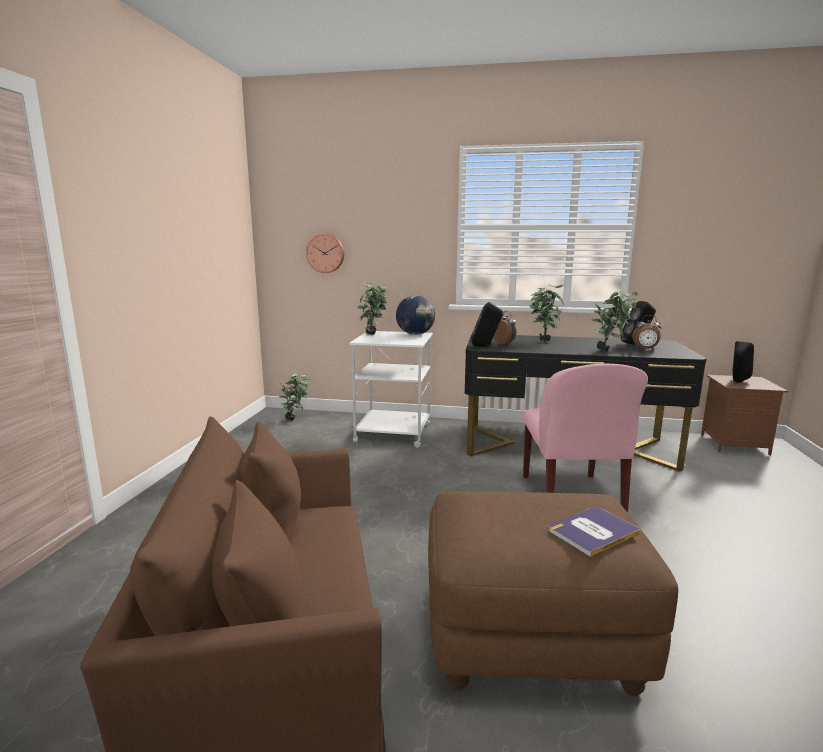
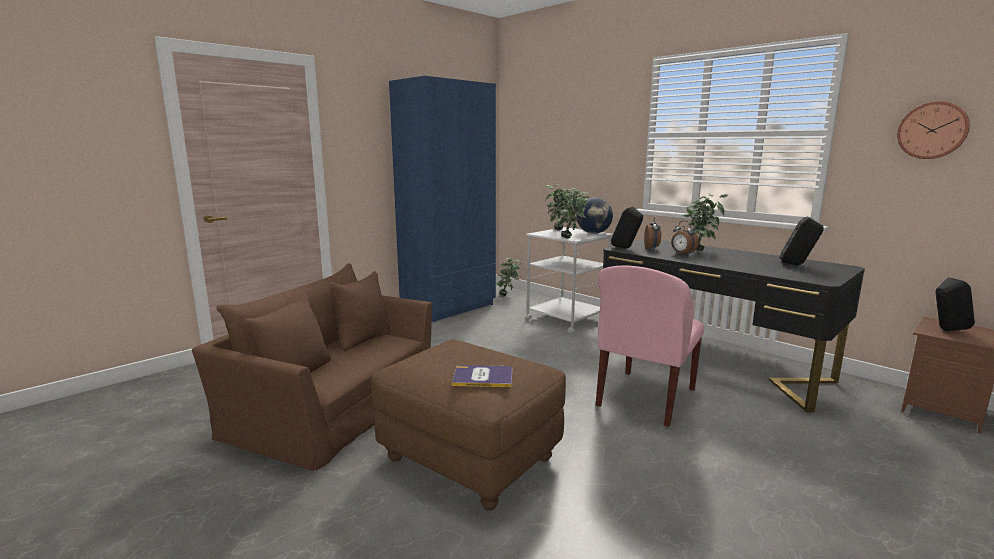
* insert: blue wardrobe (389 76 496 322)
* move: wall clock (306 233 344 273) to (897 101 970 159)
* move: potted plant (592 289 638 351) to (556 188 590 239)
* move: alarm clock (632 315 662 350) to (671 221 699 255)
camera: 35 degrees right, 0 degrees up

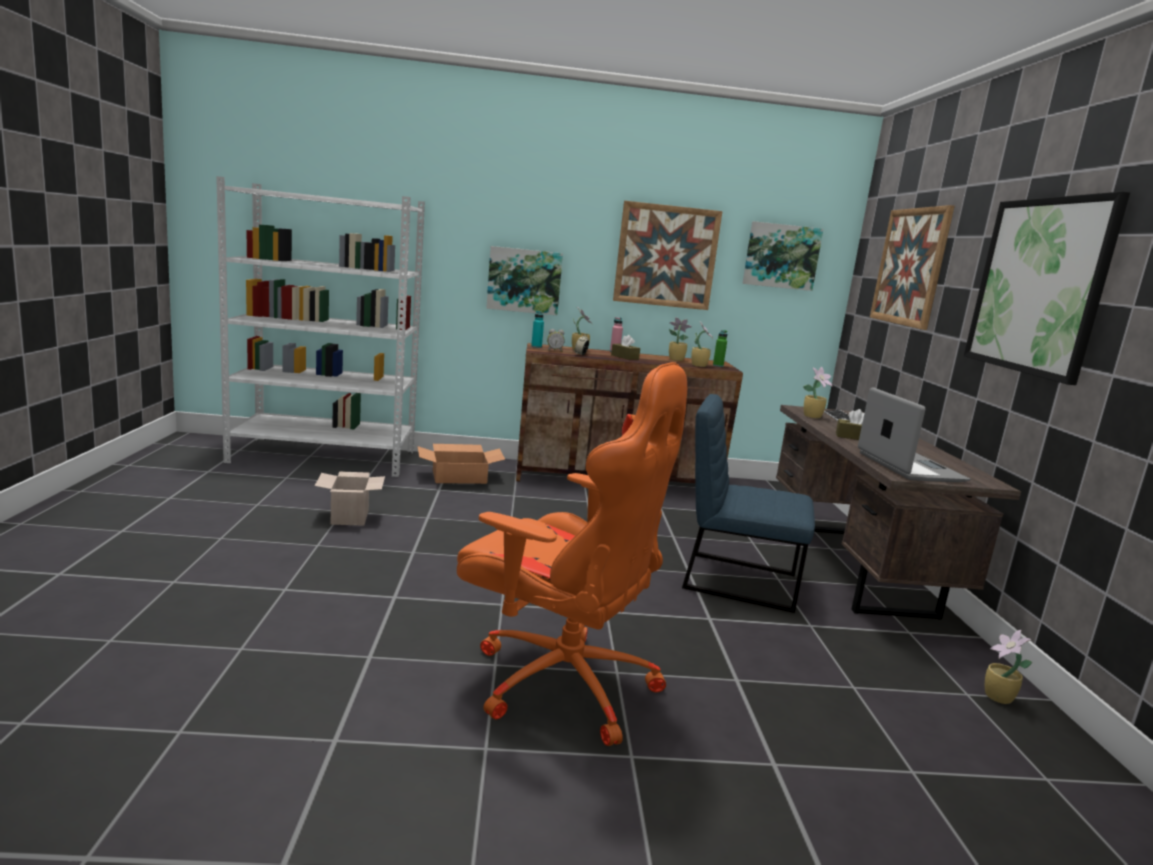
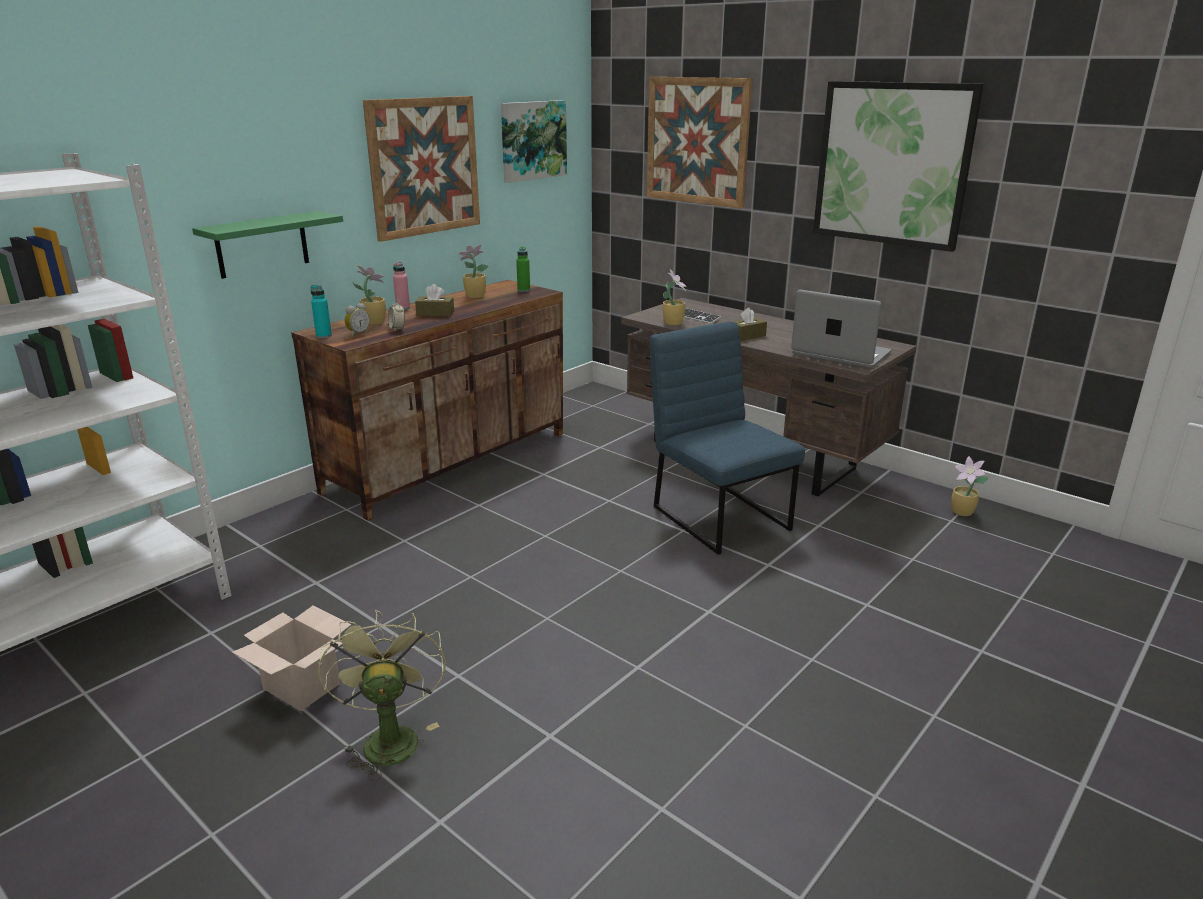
* delete: cardboard box (418 444 505 484)
* delete: orange office chair (457 362 687 746)
* delete: potted plant (691 321 713 367)
* insert: green fan (318 610 446 781)
* replace: picture (486 246 563 315) to green shelf (192 211 343 279)
* rotate: blue chair (682 394 815 613) = (650 321 805 555) 90 degrees clockwise
camera: 45 degrees left, 10 degrees up

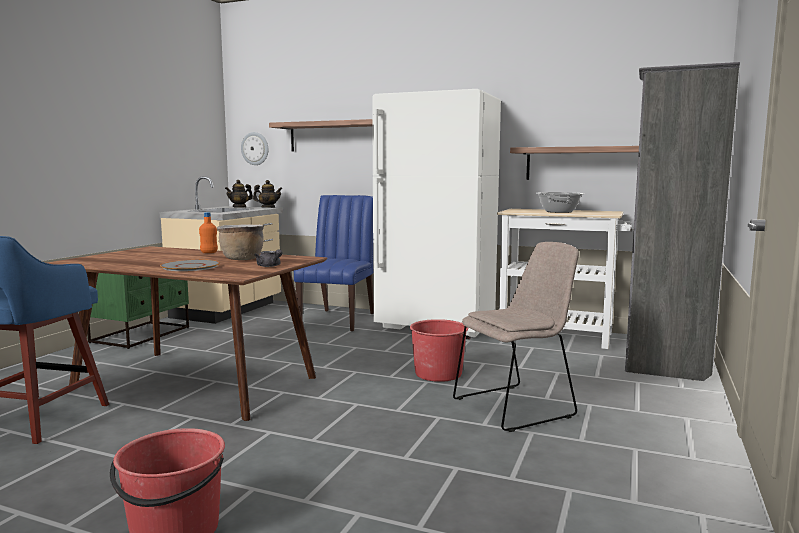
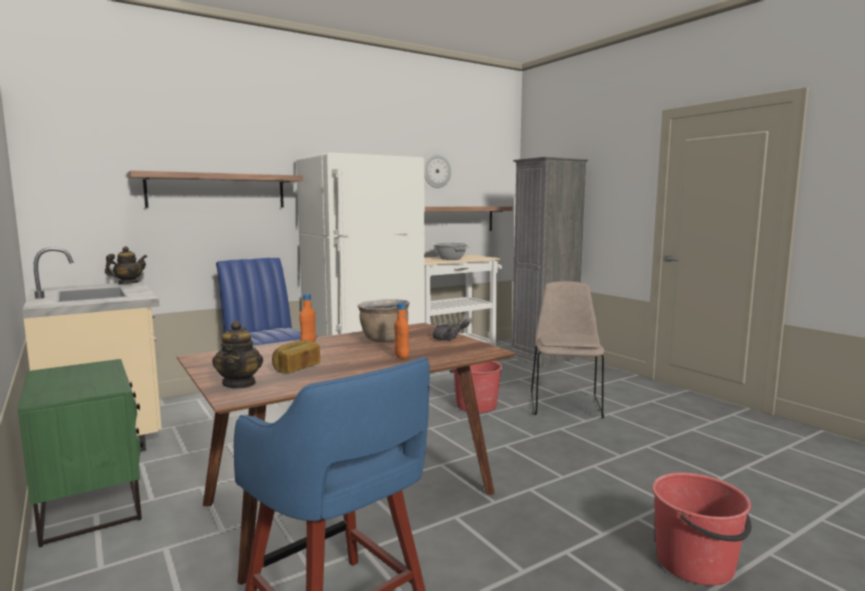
* insert: bread (272 340 320 374)
* move: teapot (225 180 253 208) to (212 321 263 388)
* move: wall clock (241 132 268 165) to (424 155 451 188)
* replace: grey plate (160 260 220 271) to orange bottle (394 303 409 359)
camera: 55 degrees left, 0 degrees up

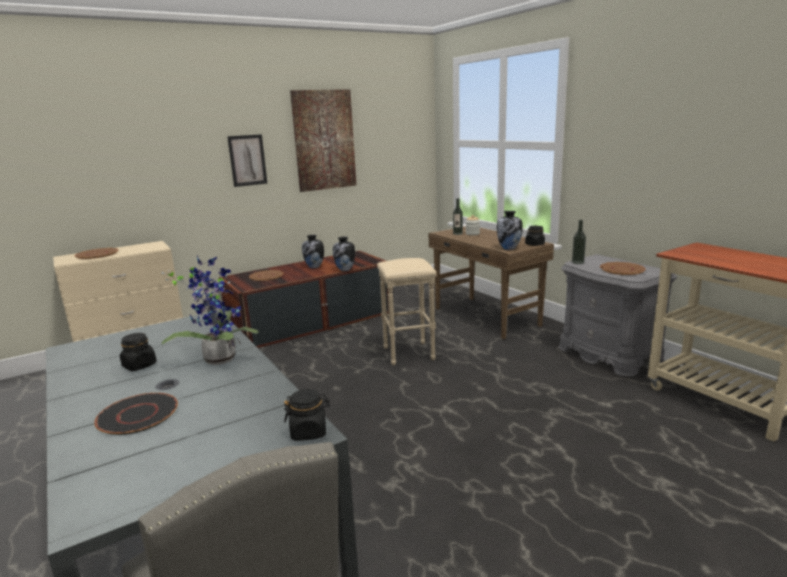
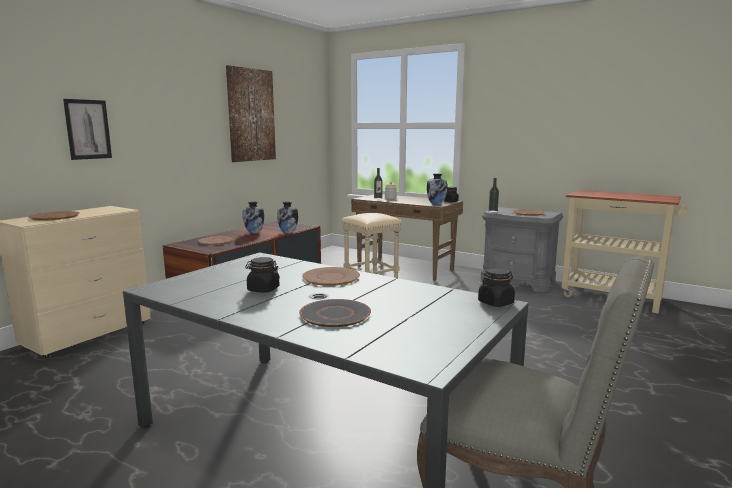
* move: picture (227 134 267 187) to (63 99 112 160)
* replace: potted plant (161 256 259 365) to brown plate (302 267 360 286)
camera: 25 degrees left, 5 degrees down

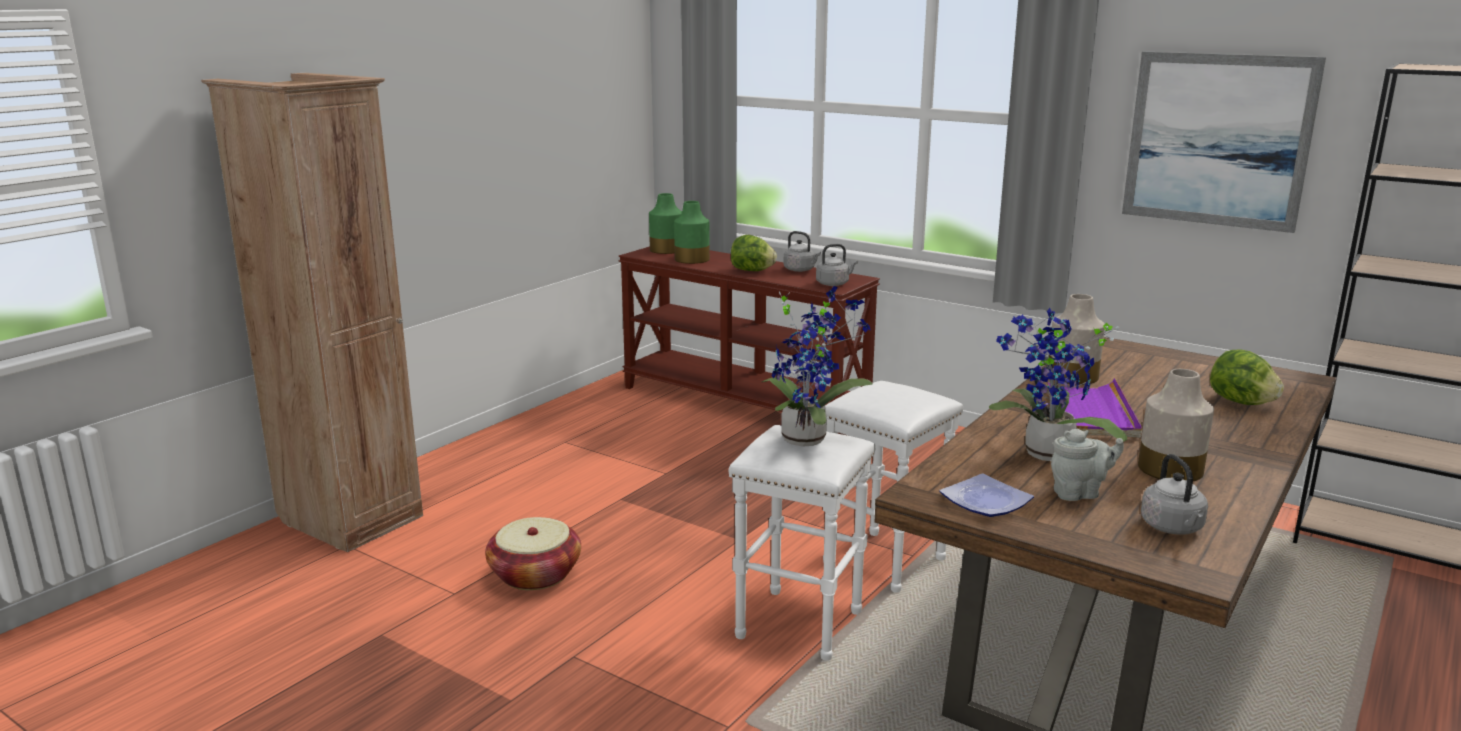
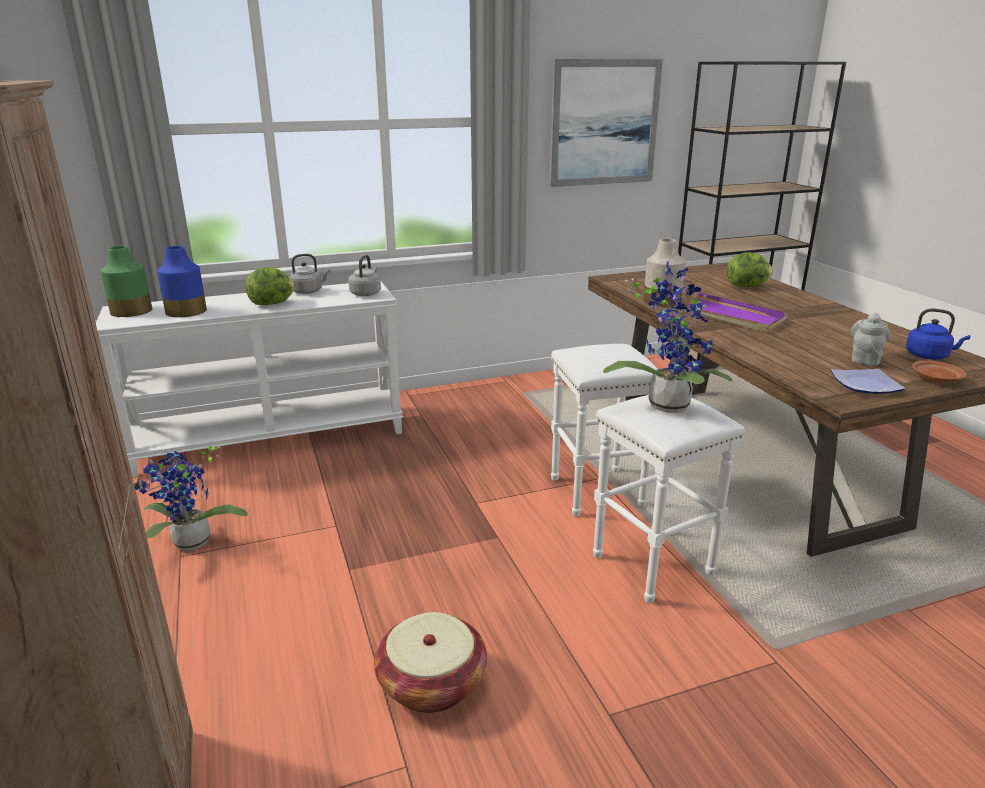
* delete: beige vase (1138 369 1214 481)
* insert: brown plate (912 360 967 383)
* move: potted plant (989 308 1127 461) to (135 446 248 551)
* recolor: brown console table (618 246 880 434) to white console table (96 280 403 477)
* recolor: green vase (674 201 710 264) to blue vase (157 246 207 317)
* recolor: grey kettle (1141 454 1208 535) to blue kettle (906 308 970 359)
camera: 55 degrees left, 5 degrees up

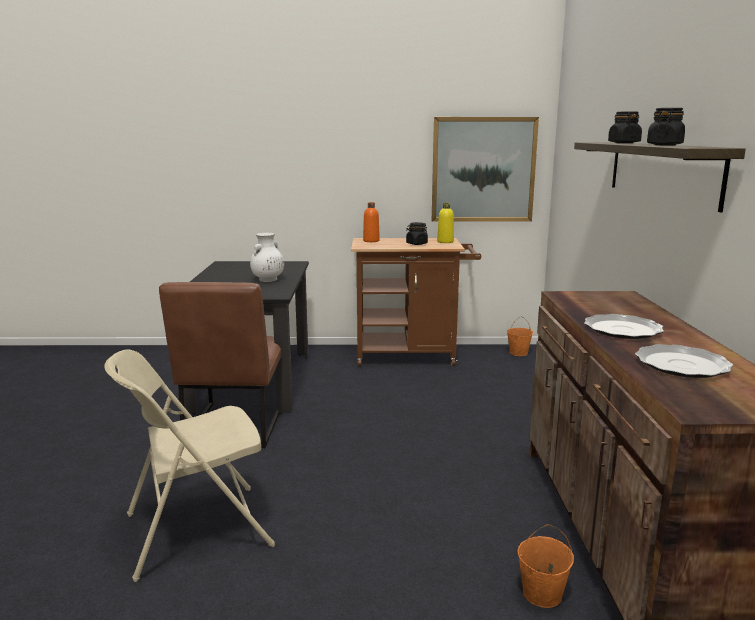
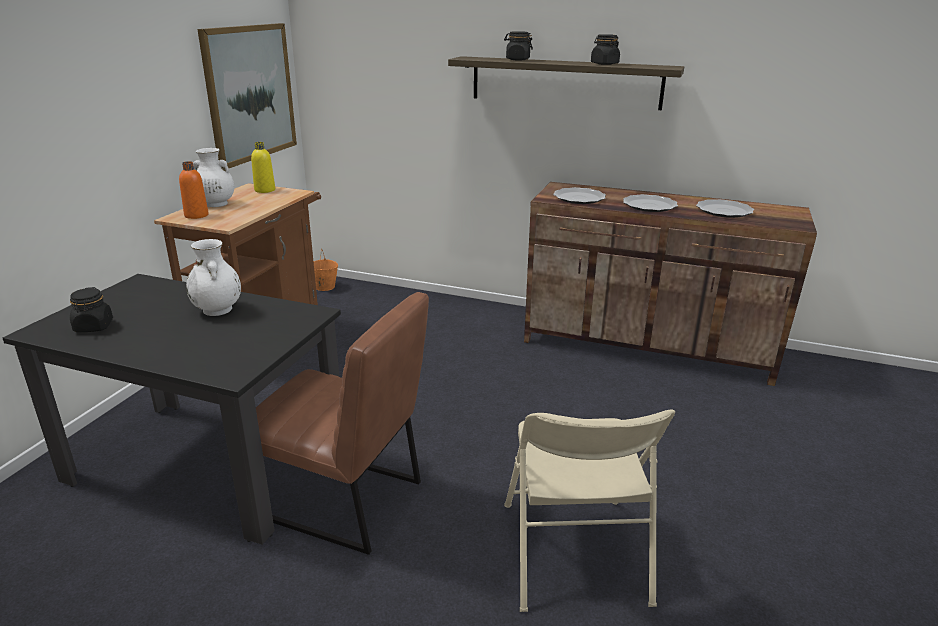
* delete: orange bucket (518 524 574 608)
* insert: white vase (193 148 234 207)
* insert: plate (553 187 606 204)
* move: black jar (406 222 428 245) to (70 287 113 332)
camera: 70 degrees left, 10 degrees up

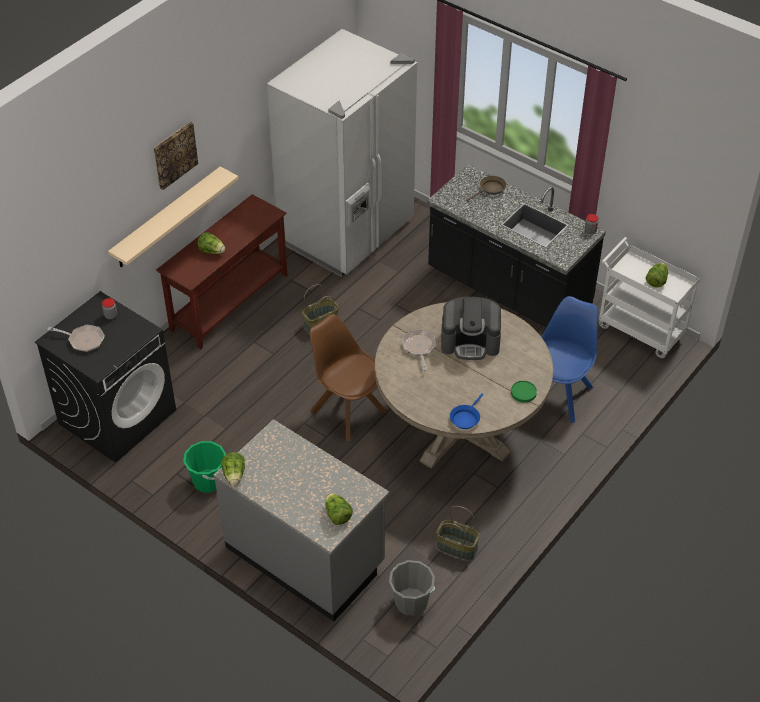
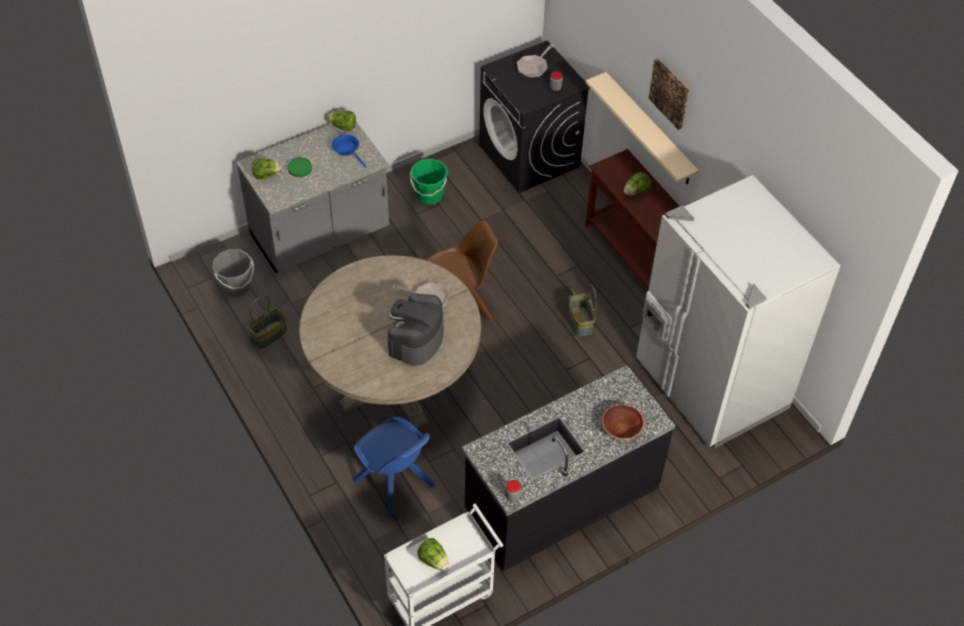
* move: blue frying pan (450 393 483 429) to (332 134 367 168)
* move: green plate (511 381 537 403) to (288 158 312 177)
* replace: brown frying pan (466 176 506 201) to brown bowl (602 404 645 440)
camera: 110 degrees right, 5 degrees up

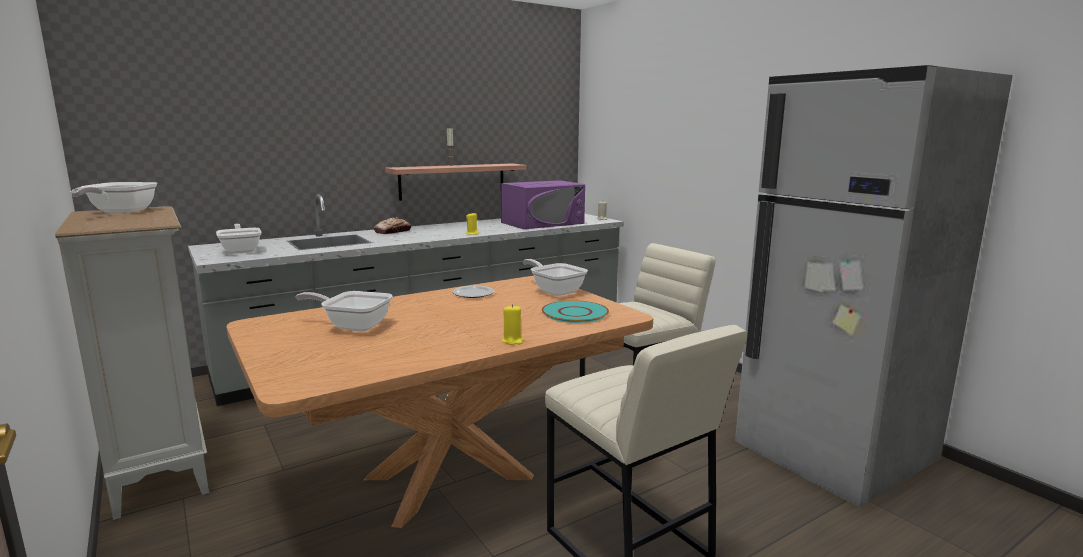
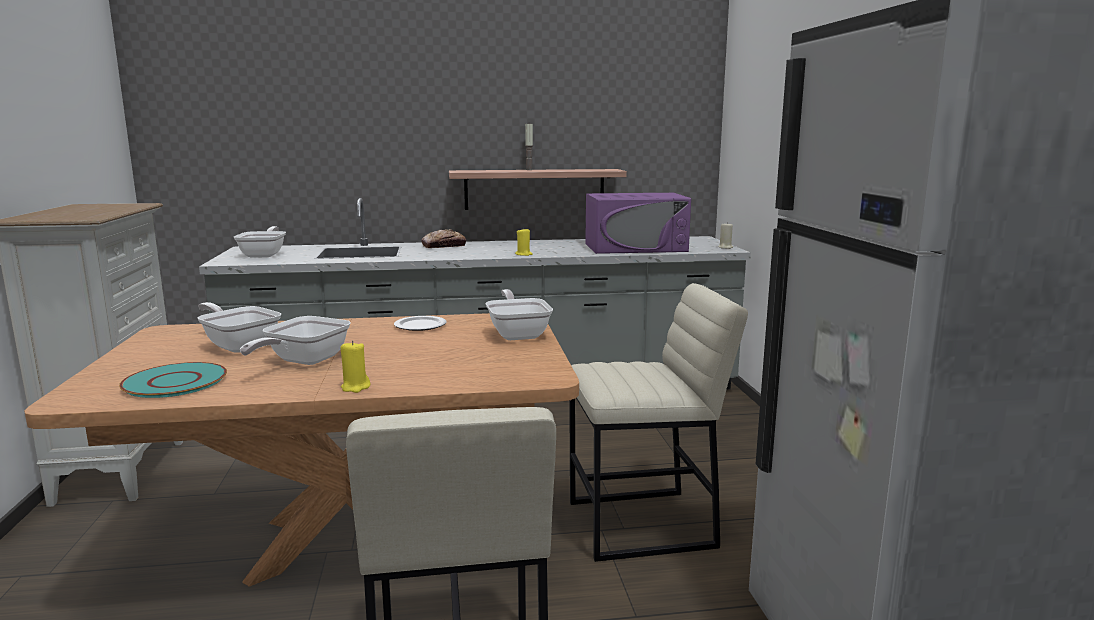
* move: frying pan (71 182 157 213) to (240 316 351 365)
* move: turquoise plate (542 300 609 323) to (119 362 227 398)
camera: 25 degrees right, 0 degrees up

